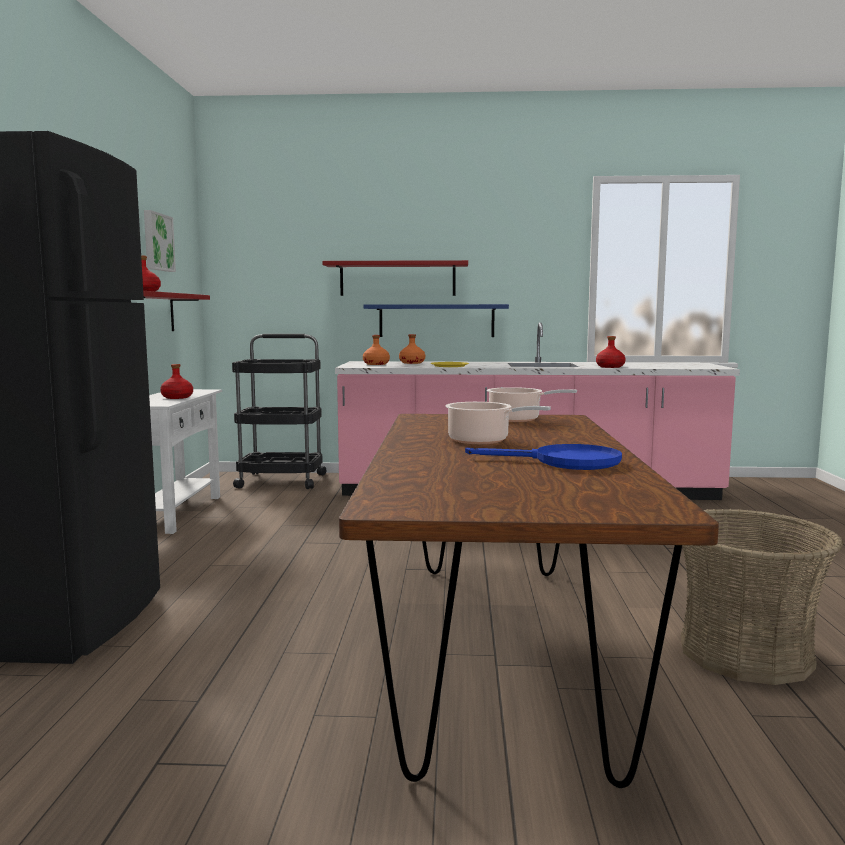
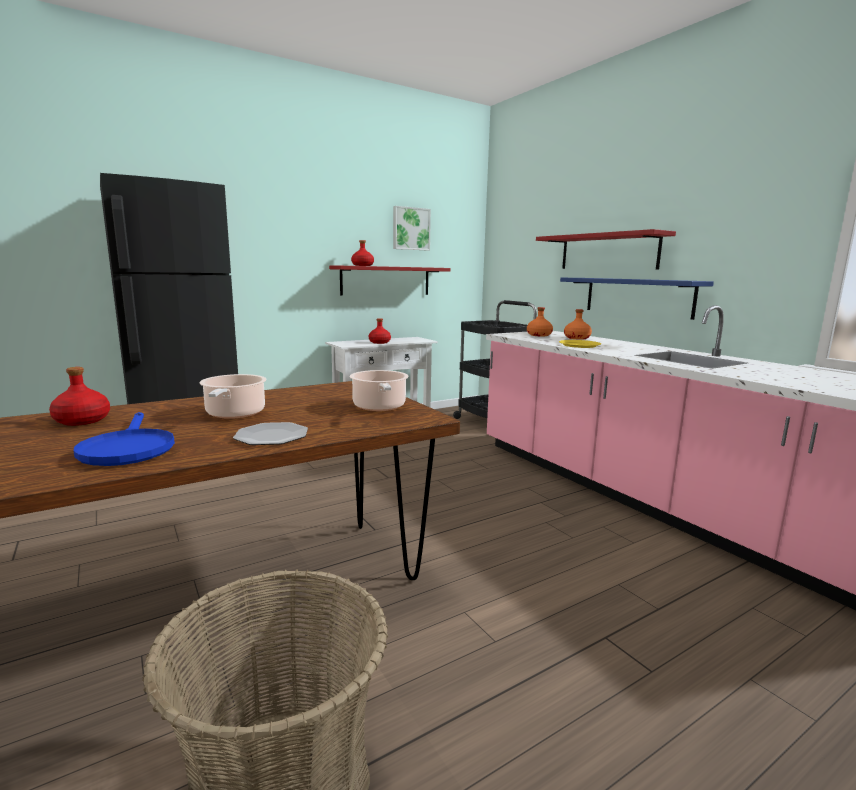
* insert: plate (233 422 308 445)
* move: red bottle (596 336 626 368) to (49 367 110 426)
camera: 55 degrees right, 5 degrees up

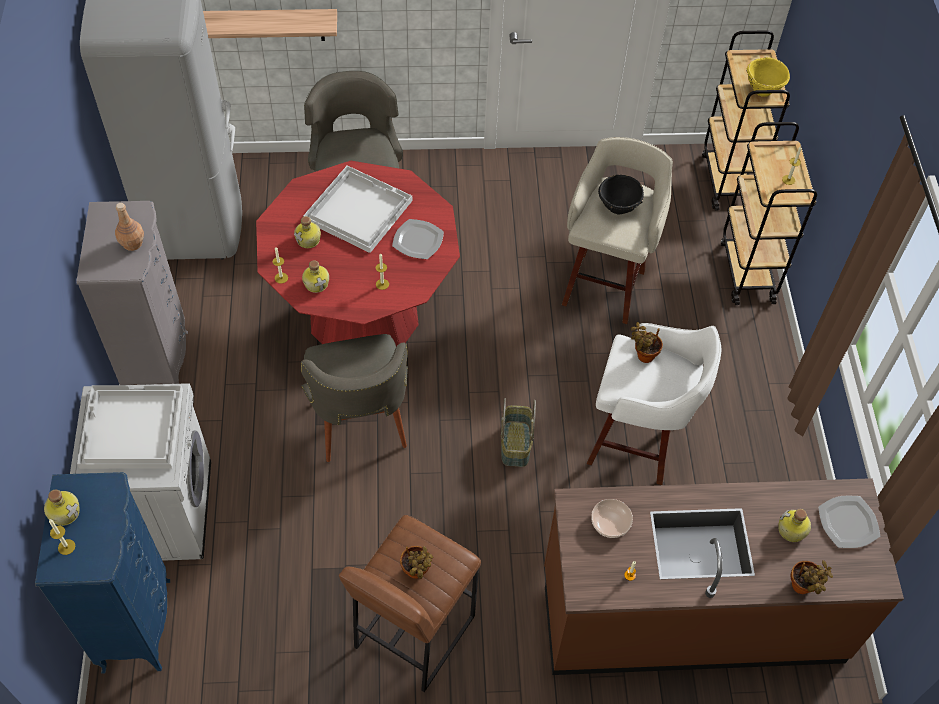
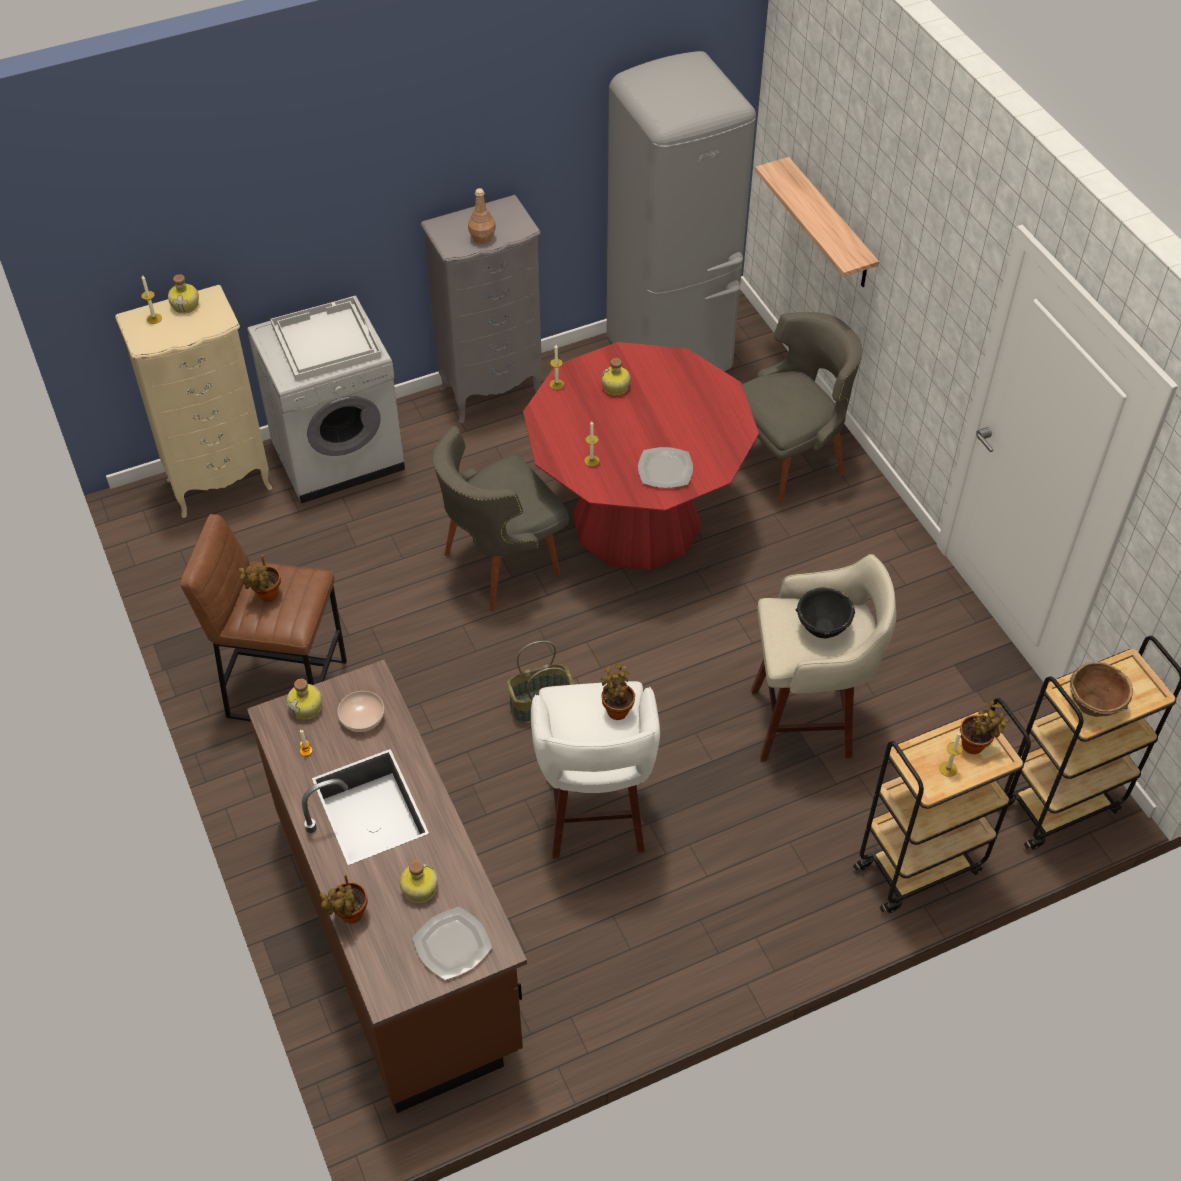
* delete: white tray (303 165 412 253)
* insert: potted plant (960 700 1010 754)
* move: bottle (302 260 329 293) to (287 679 322 720)
* recolor: blue dresser (35 472 170 674) to beige dresser (115 285 272 518)
* recolor: yellow bowl (747 57 790 97) to brown bowl (1070 662 1133 717)
camera: 70 degrees right, 5 degrees down

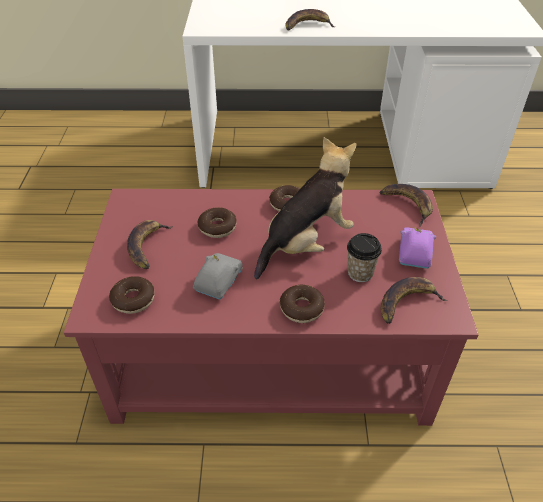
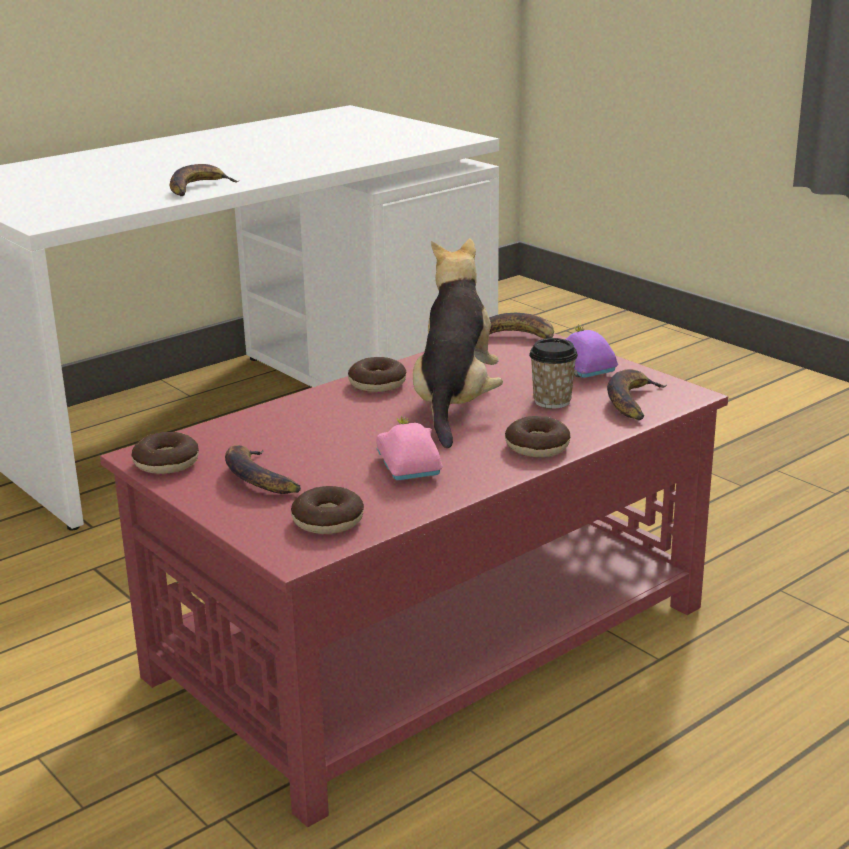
* move: donut (197 207 237 238) to (132 432 199 474)
* recolor: grey toy car (193 253 243 299) to pink toy car (376 416 443 480)
camera: 40 degrees left, 20 degrees down

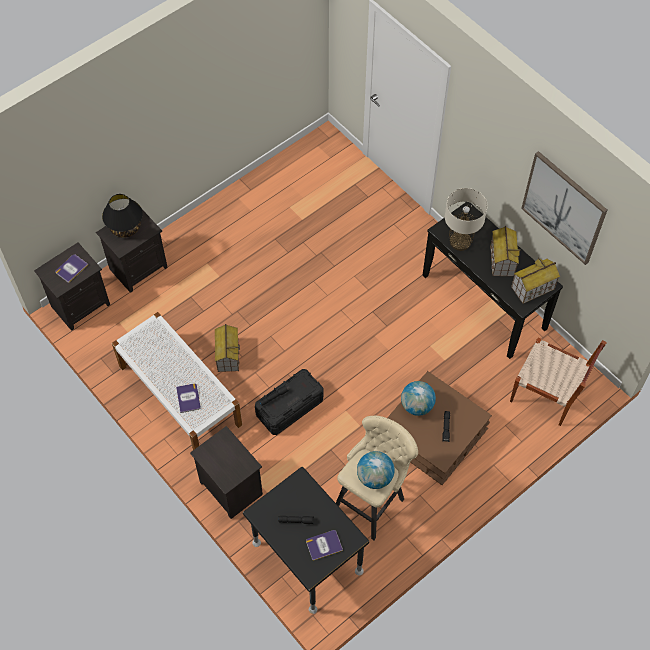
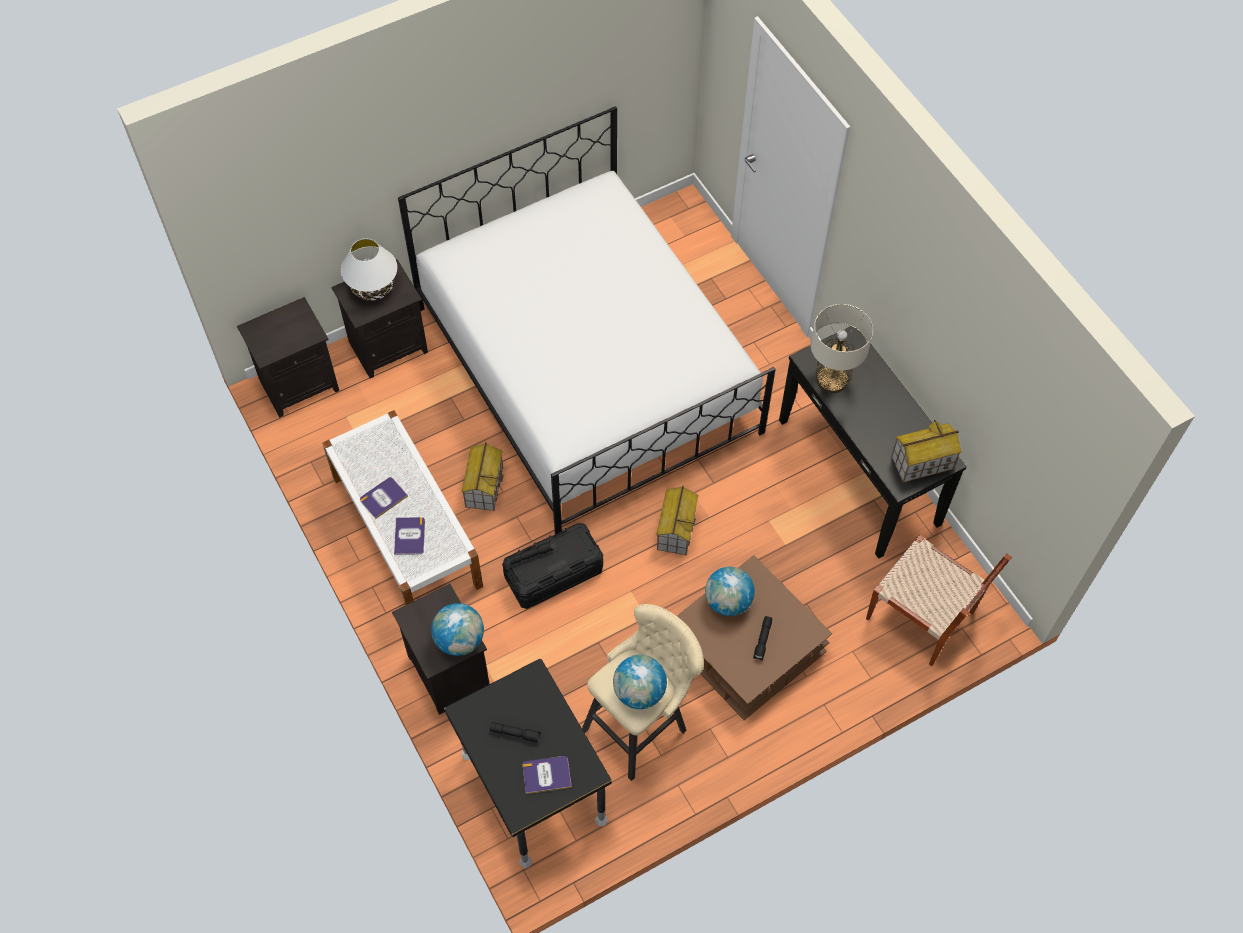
* delete: picture (521 151 607 265)
* insert: white bed (398 106 775 534)
* insert: globe (431 603 484 656)
* move: book (55 254 88 283) to (360 477 408 519)
* move: toy house (490 226 521 276) to (656 486 698 556)
* recolor: black table lamp (102 194 143 238) to white table lamp (341 239 397 301)
camera: 10 degrees right, 0 degrees up

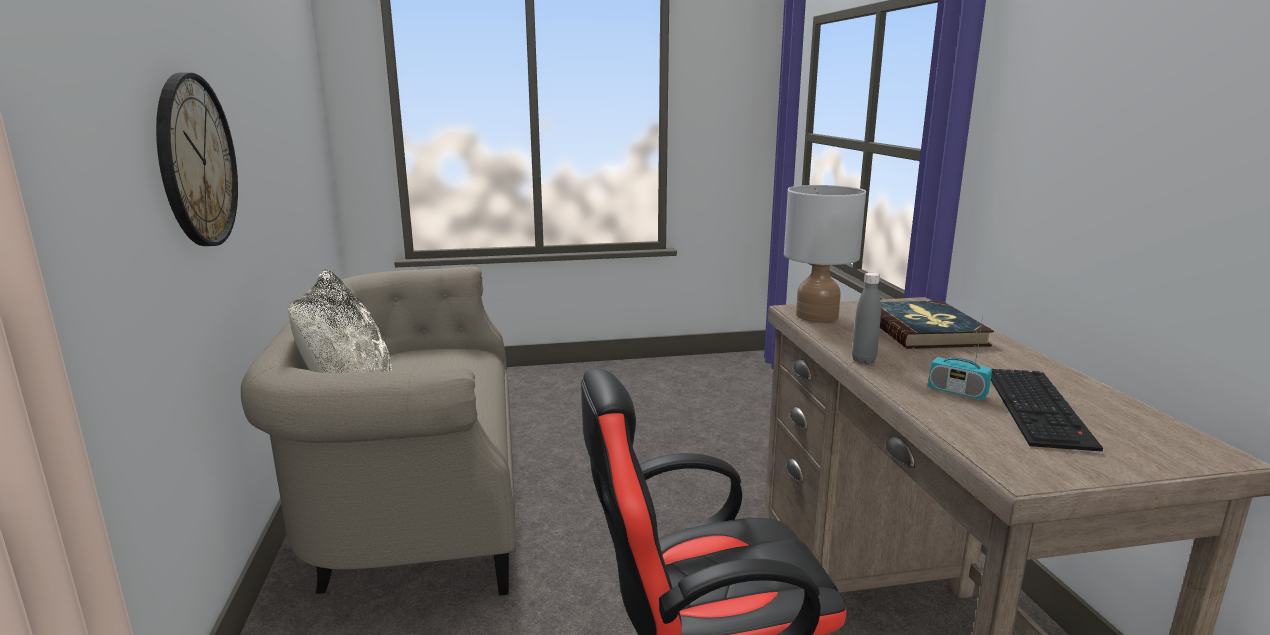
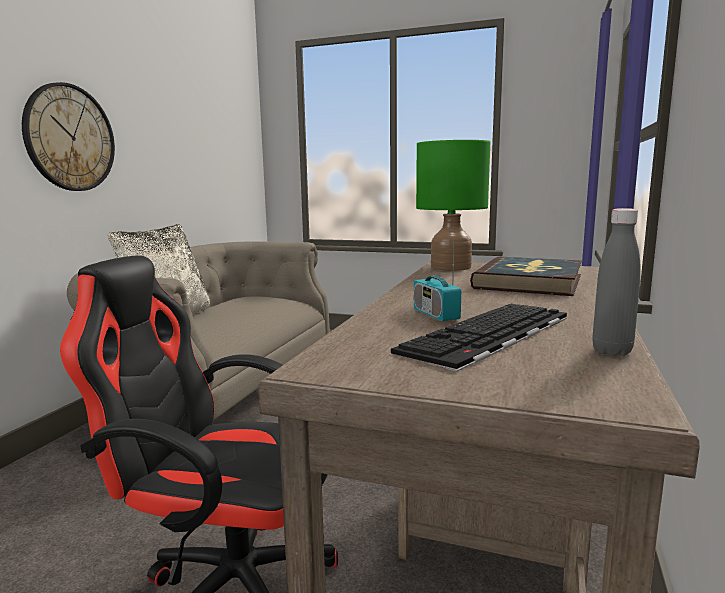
* move: grey bottle (852 273 881 364) to (592 208 641 356)
* recolor: grey table lamp (784 185 866 322) to green table lamp (416 140 490 271)
camera: 30 degrees right, 5 degrees down

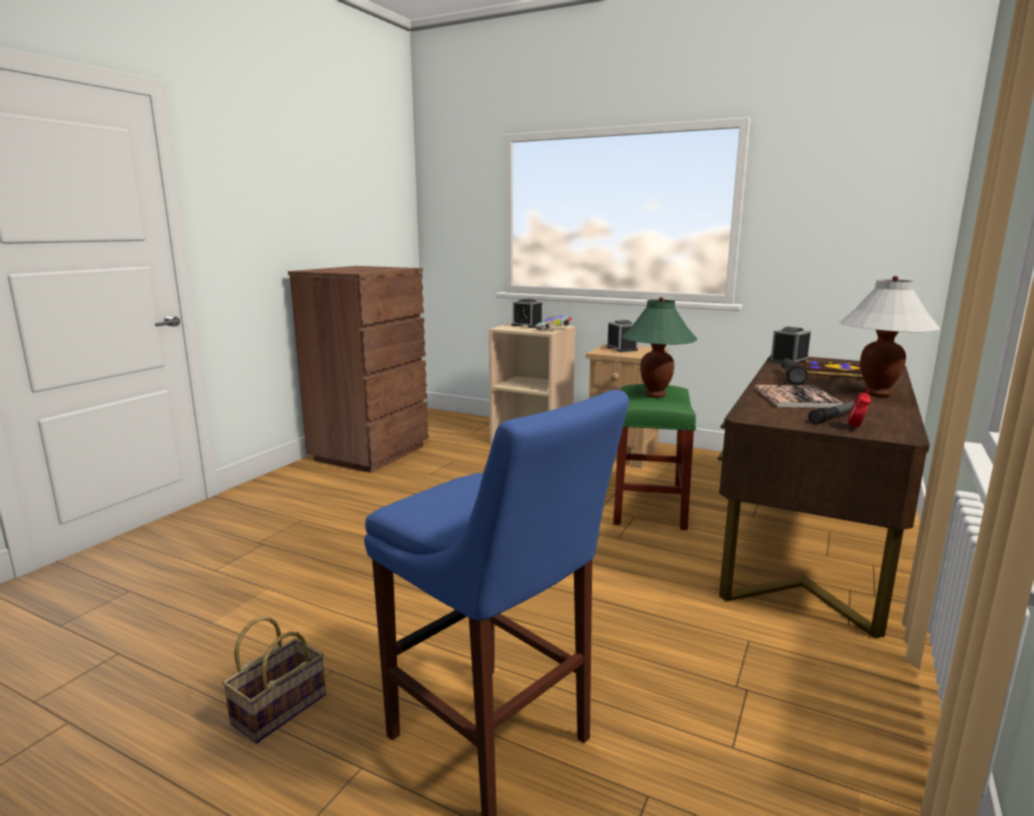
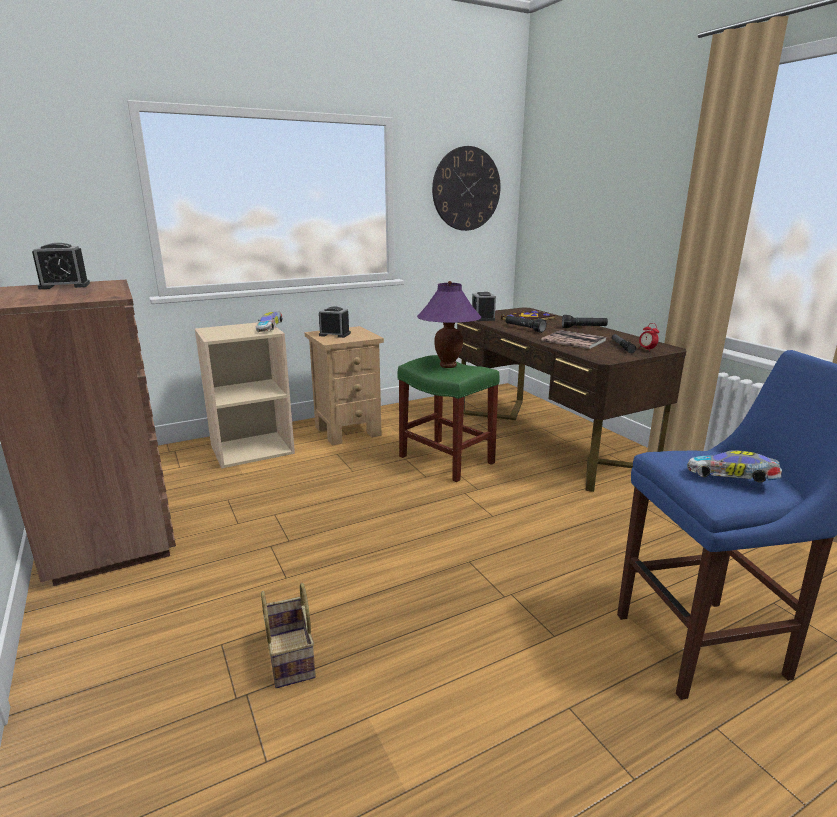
* insert: wall clock (432 146 501 231)
* insert: toy car (687 450 782 483)
* move: basket (222 616 326 743) to (261 583 316 688)
* move: alarm clock (511 298 542 328) to (32 243 90 289)
* replace: white table lamp (839 276 940 397) to black flashlight (562 315 608 328)
* recolor: green table lamp (622 297 697 398) to purple table lamp (417 281 481 368)
camera: 55 degrees left, 5 degrees up

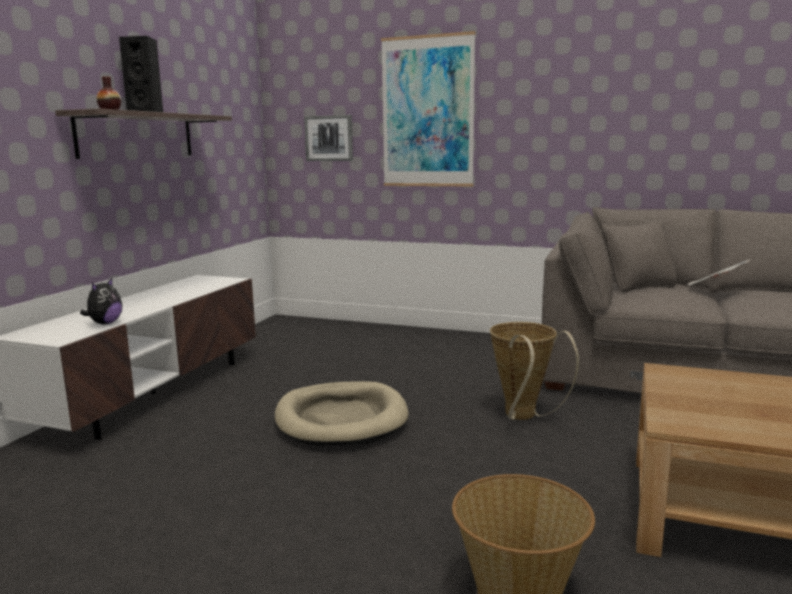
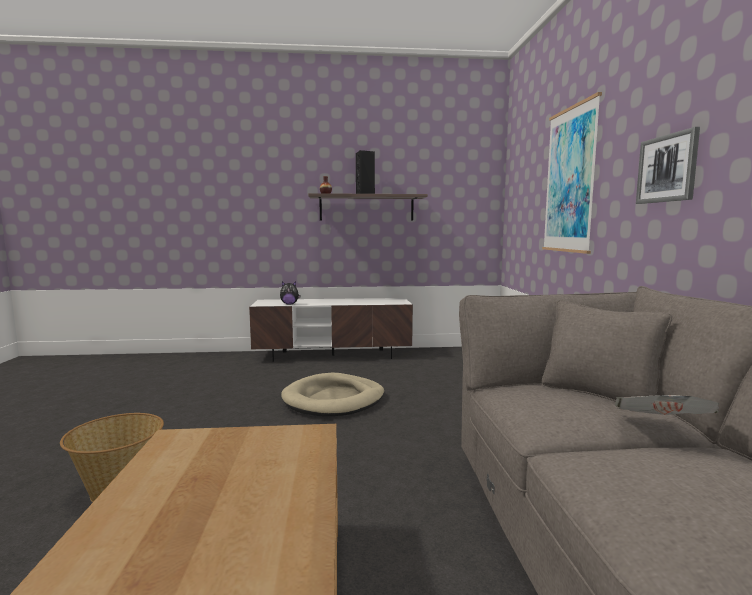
* delete: basket (490 322 579 420)
* move: picture (304 115 353 161) to (636 127 700 204)
camera: 65 degrees right, 5 degrees down

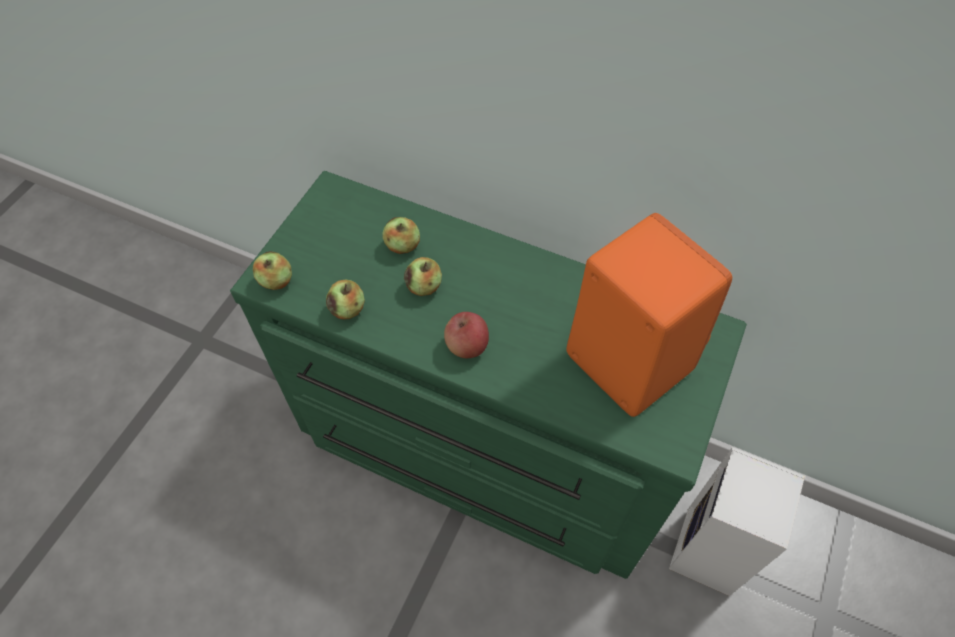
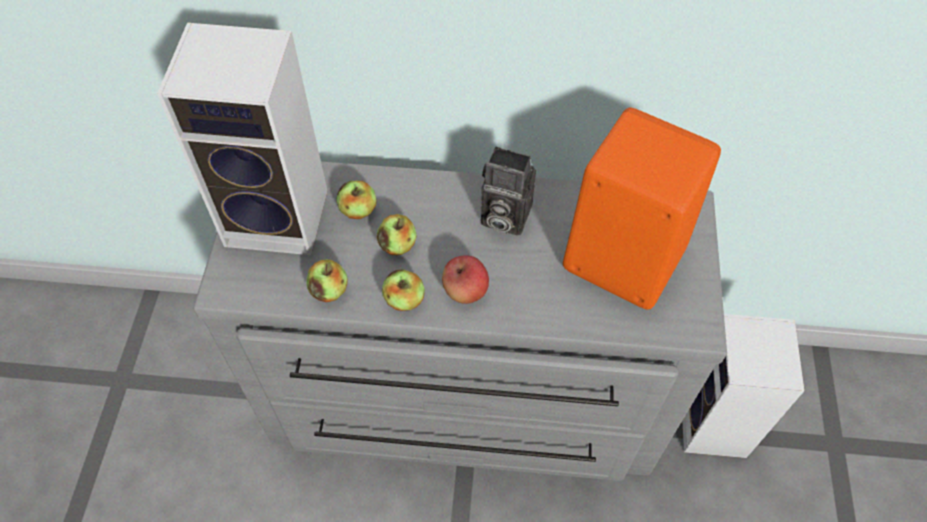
* insert: speaker (157 22 327 255)
* insert: photo camera (481 147 536 236)
* move: apple (253 251 292 290) to (382 270 425 311)
* recolor: green dresser (230 171 747 579) to grey dresser (193 161 727 481)
camera: 20 degrees left, 0 degrees up

